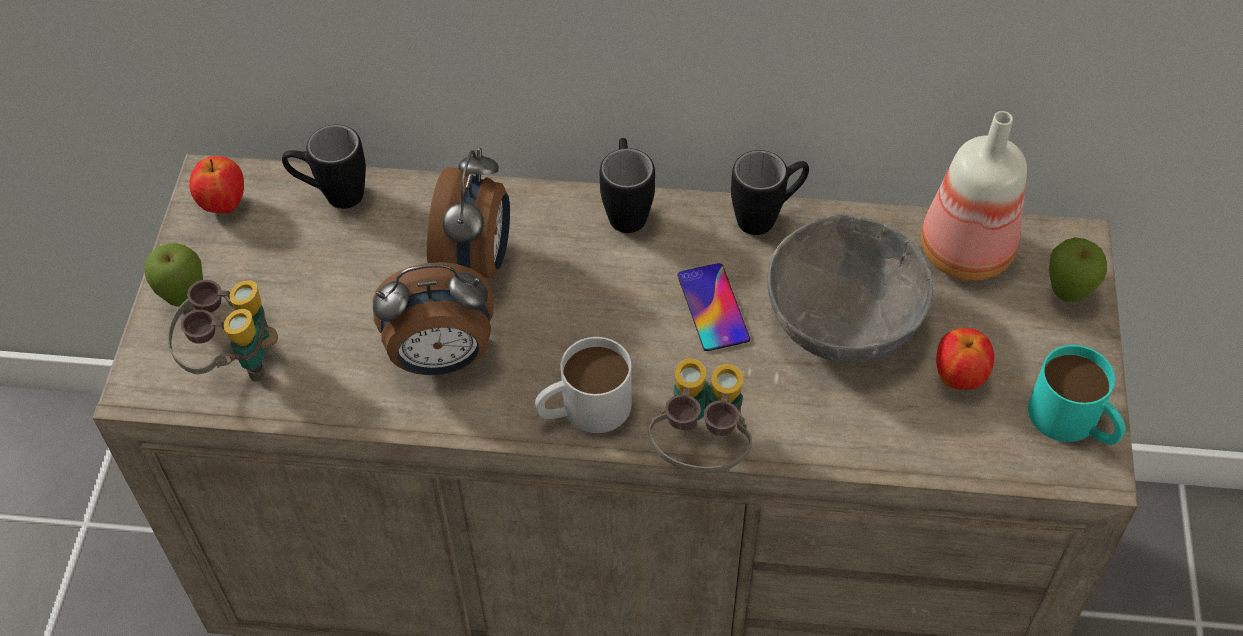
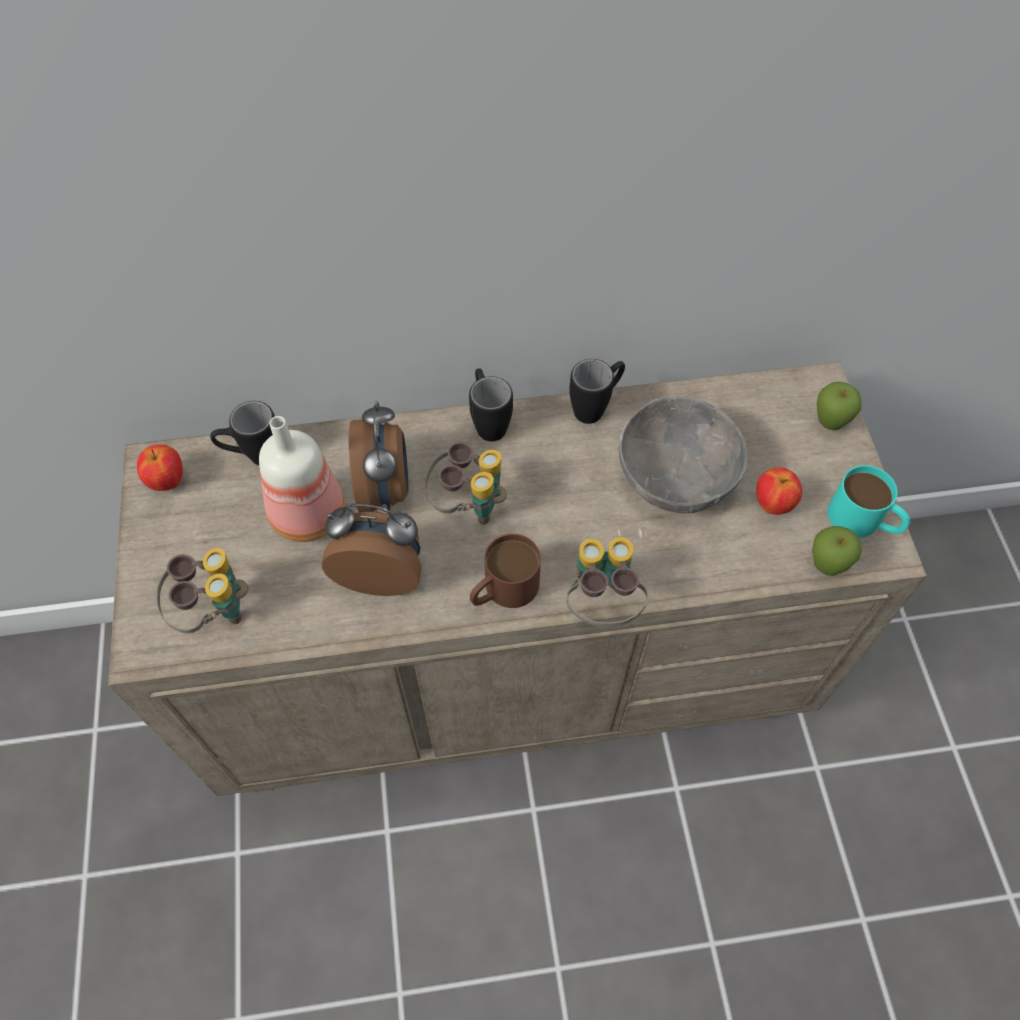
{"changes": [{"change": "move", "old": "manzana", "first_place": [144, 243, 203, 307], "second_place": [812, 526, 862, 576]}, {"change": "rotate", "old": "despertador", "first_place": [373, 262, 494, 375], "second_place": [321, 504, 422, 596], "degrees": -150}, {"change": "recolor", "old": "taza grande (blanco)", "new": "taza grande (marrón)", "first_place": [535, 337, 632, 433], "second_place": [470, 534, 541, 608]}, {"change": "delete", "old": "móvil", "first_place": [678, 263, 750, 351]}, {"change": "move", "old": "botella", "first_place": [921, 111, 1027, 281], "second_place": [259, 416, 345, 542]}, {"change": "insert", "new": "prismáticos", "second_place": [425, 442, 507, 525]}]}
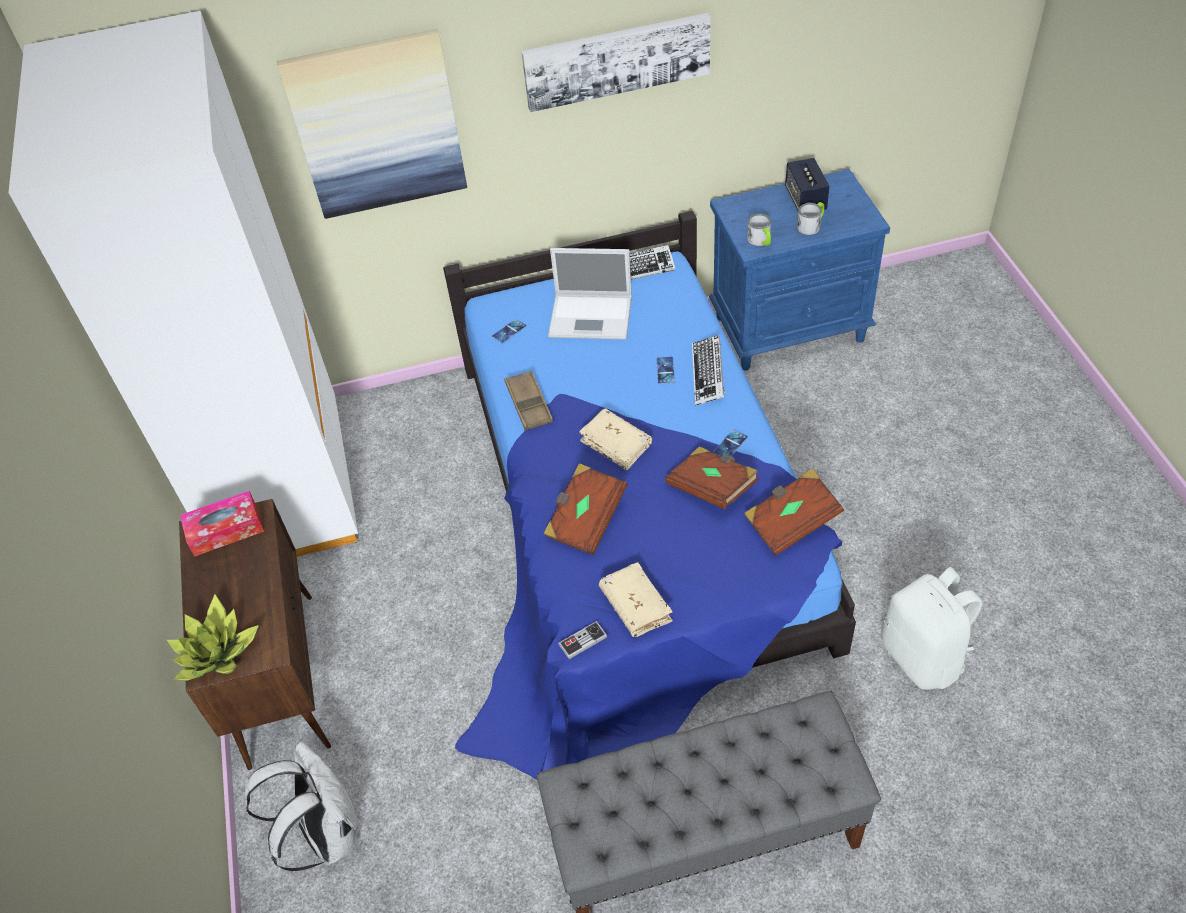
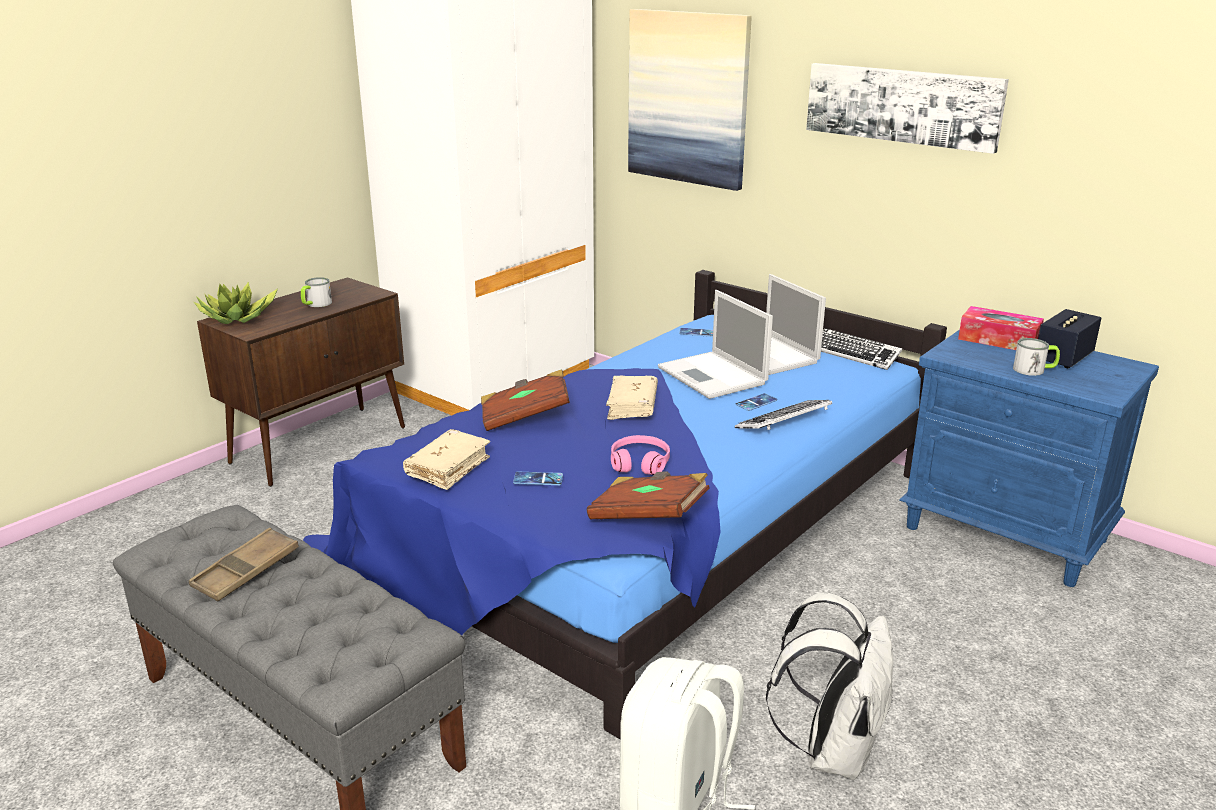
{"changes": [{"change": "move", "old": "caja de pañuelos", "first_place": [180, 491, 264, 556], "second_place": [958, 306, 1044, 350]}, {"change": "move", "old": "mochila (blanco)", "first_place": [245, 742, 358, 871], "second_place": [766, 592, 894, 780]}, {"change": "move", "old": "bandeja (marrón)", "first_place": [504, 370, 553, 431], "second_place": [189, 528, 299, 601]}, {"change": "delete", "old": "mando de consola", "first_place": [558, 621, 607, 659]}, {"change": "replace", "old": "libro (marrón)", "new": "auriculares (rosa)", "first_place": [665, 446, 759, 509], "second_place": [611, 435, 670, 475]}, {"change": "move", "old": "móvil", "first_place": [713, 429, 748, 456], "second_place": [513, 472, 563, 485]}, {"change": "move", "old": "taza grande", "first_place": [747, 214, 771, 246], "second_place": [301, 277, 332, 307]}, {"change": "insert", "new": "portátil", "second_place": [658, 290, 773, 399]}]}
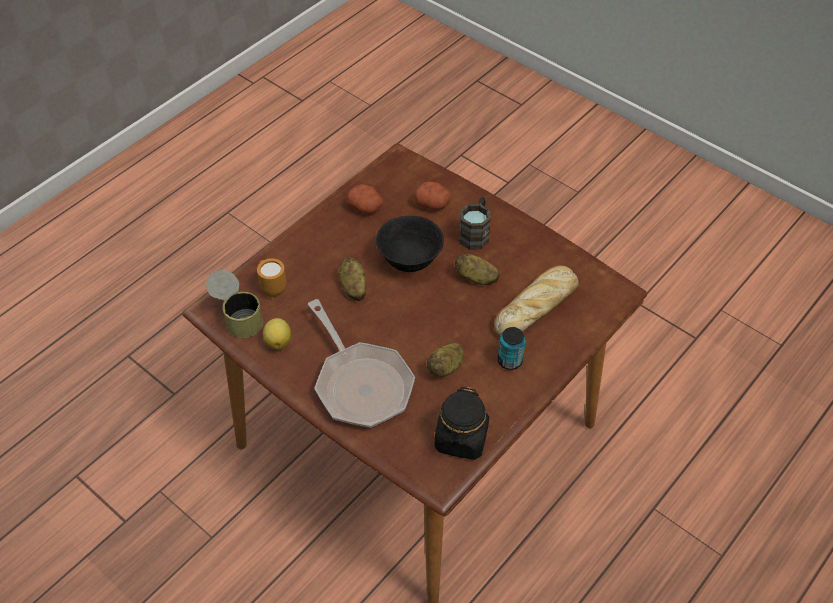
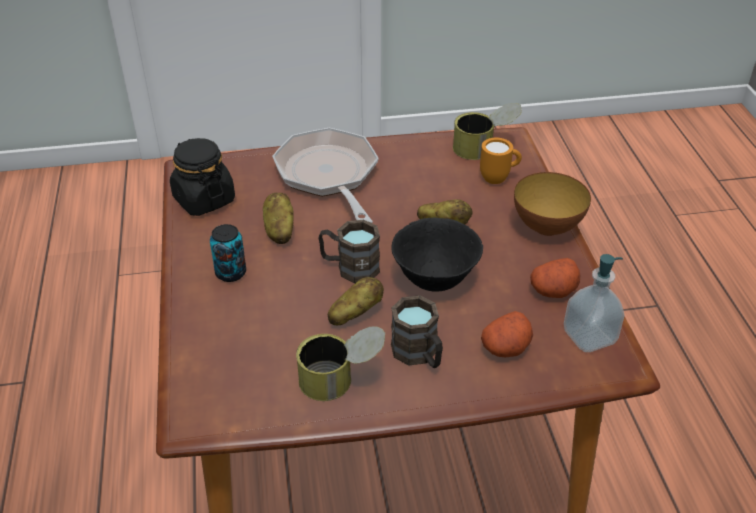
{"changes": [{"change": "delete", "old": "limón", "first_place": [263, 318, 291, 350]}, {"change": "rotate", "old": "sartén", "first_place": [308, 299, 415, 428], "second_place": [272, 128, 379, 223], "degrees": 60}, {"change": "delete", "old": "pan", "first_place": [494, 265, 579, 337]}, {"change": "insert", "new": "lata", "second_place": [296, 326, 385, 401]}, {"change": "insert", "new": "taza grande (marrón)", "second_place": [319, 220, 380, 283]}, {"change": "insert", "new": "cuenco", "second_place": [514, 172, 591, 236]}, {"change": "insert", "new": "dispensador de jabón", "second_place": [564, 254, 625, 352]}]}
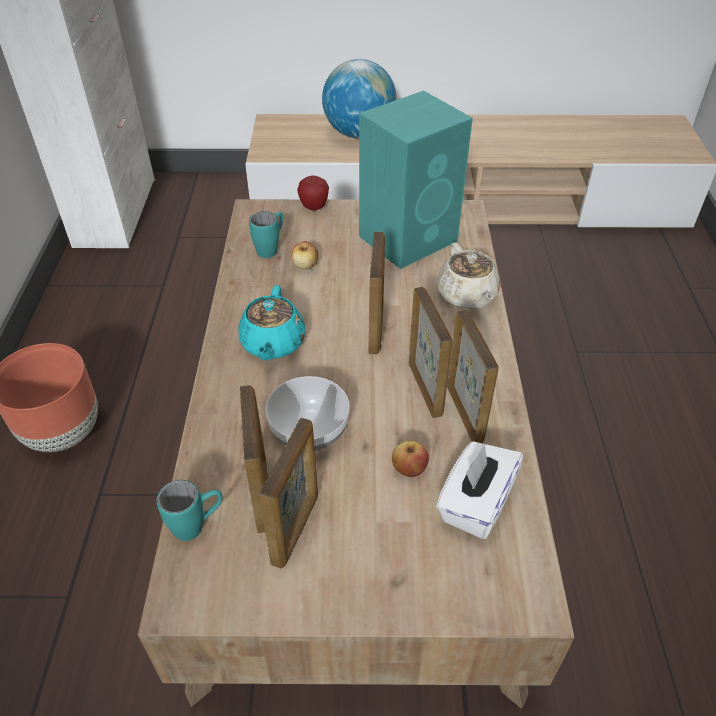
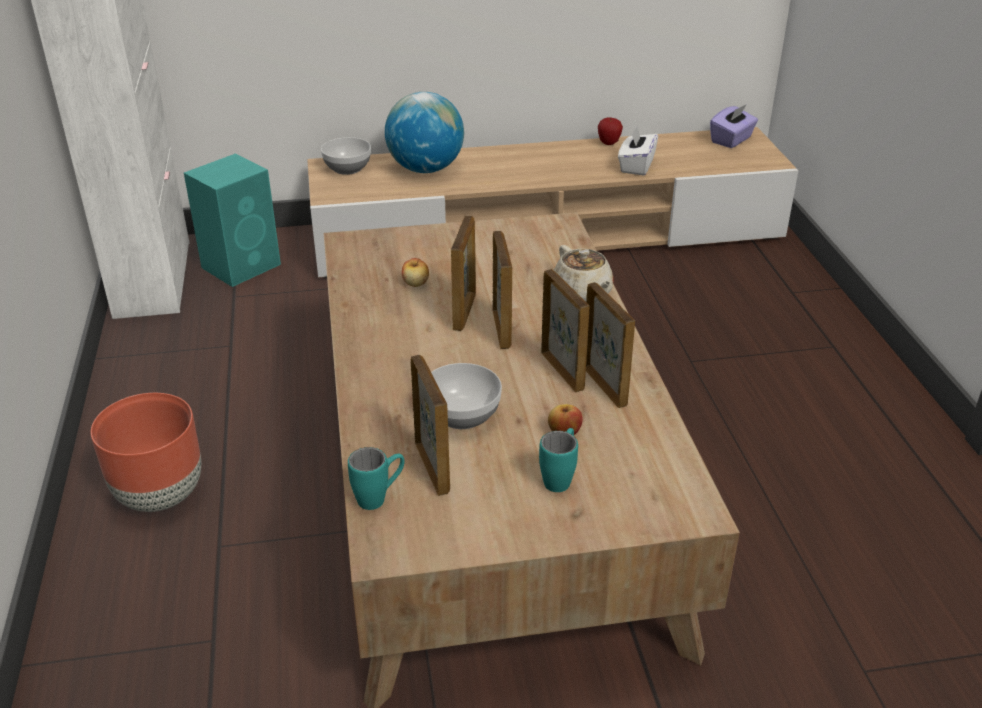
{"changes": [{"change": "delete", "old": "tetera (turquesa)", "first_place": [239, 285, 306, 360]}, {"change": "move", "old": "taza grande (turquesa)", "first_place": [249, 211, 283, 258], "second_place": [539, 428, 578, 492]}, {"change": "move", "old": "portarretratos", "first_place": [259, 418, 318, 568], "second_place": [451, 216, 476, 331]}, {"change": "move", "old": "manzana", "first_place": [297, 176, 329, 210], "second_place": [598, 117, 623, 145]}, {"change": "move", "old": "altavoz (turquesa)", "first_place": [359, 91, 473, 269], "second_place": [184, 154, 281, 287]}, {"change": "move", "old": "caja de pañuelos (blanco)", "first_place": [436, 441, 524, 539], "second_place": [618, 125, 658, 176]}, {"change": "insert", "new": "cuenco", "second_place": [321, 137, 371, 175]}, {"change": "insert", "new": "caja de pañuelos (morado)", "second_place": [710, 104, 758, 148]}]}
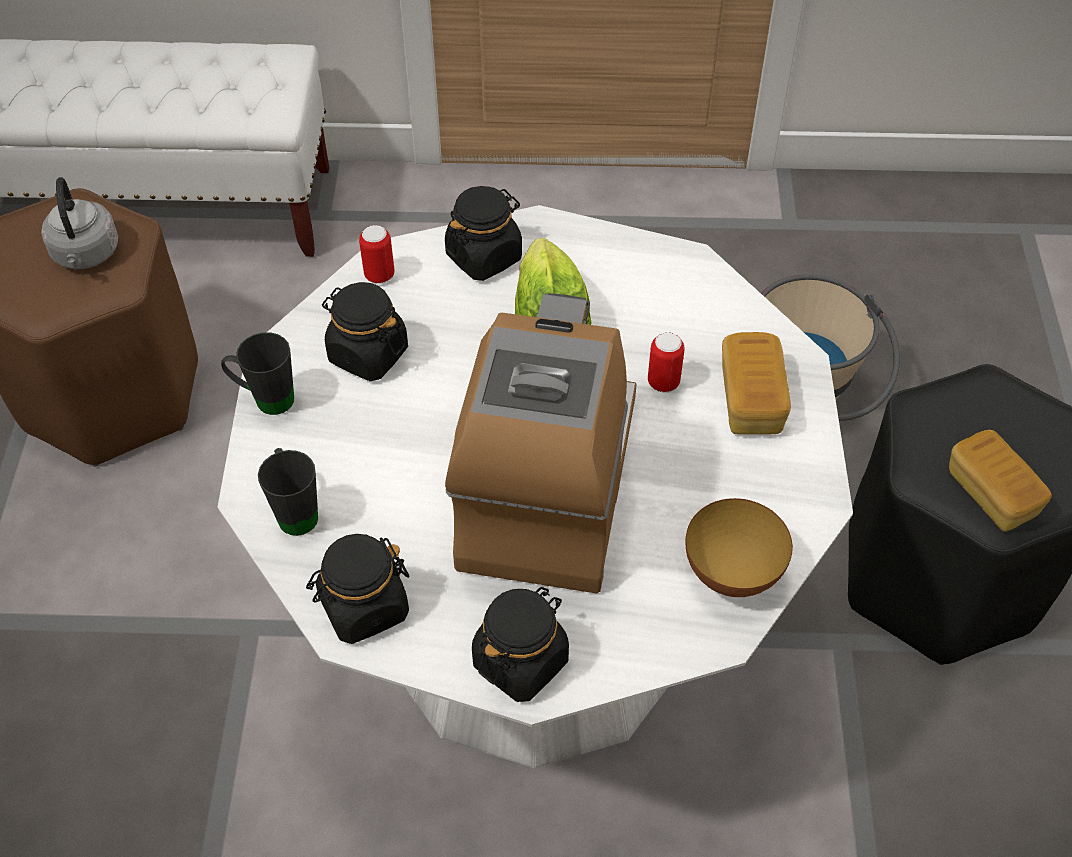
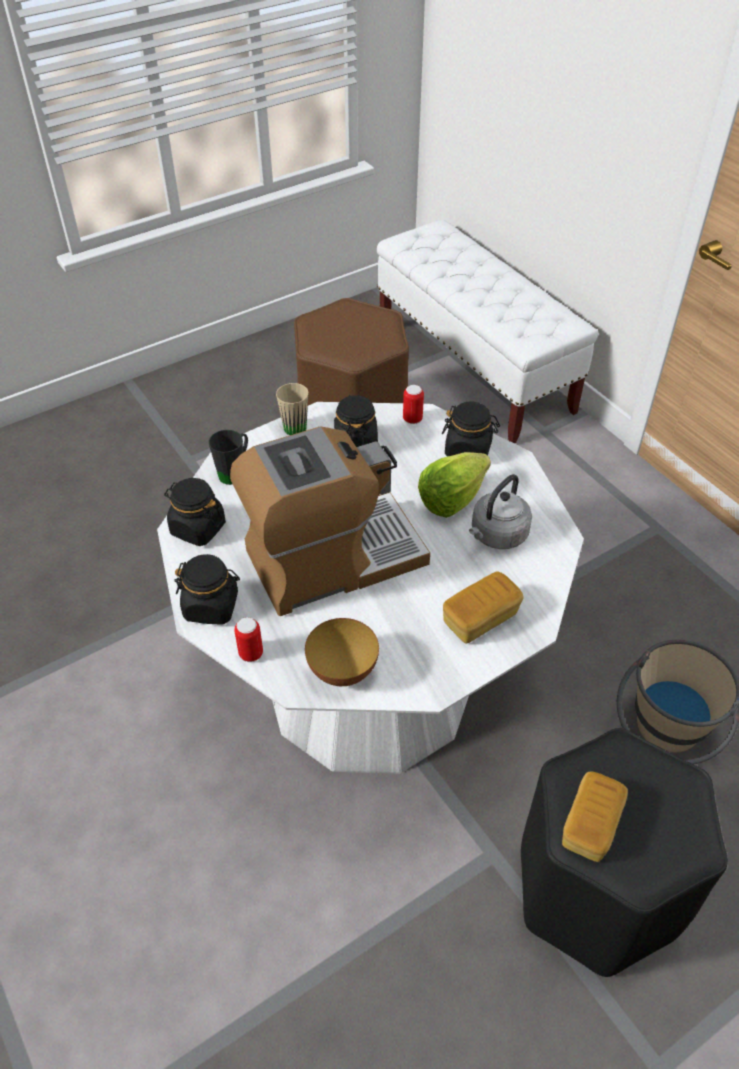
{"changes": [{"change": "move", "old": "hervidor (gris)", "first_place": [41, 177, 119, 269], "second_place": [469, 474, 532, 549]}, {"change": "recolor", "old": "taza grande (negro)", "new": "taza grande (beis)", "first_place": [221, 332, 294, 415], "second_place": [276, 383, 308, 435]}, {"change": "move", "old": "lata", "first_place": [648, 332, 685, 392], "second_place": [234, 617, 263, 662]}]}
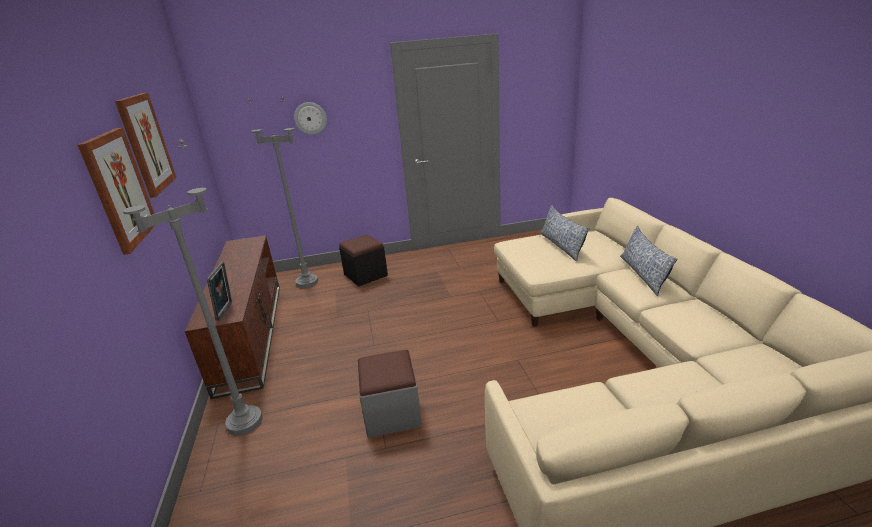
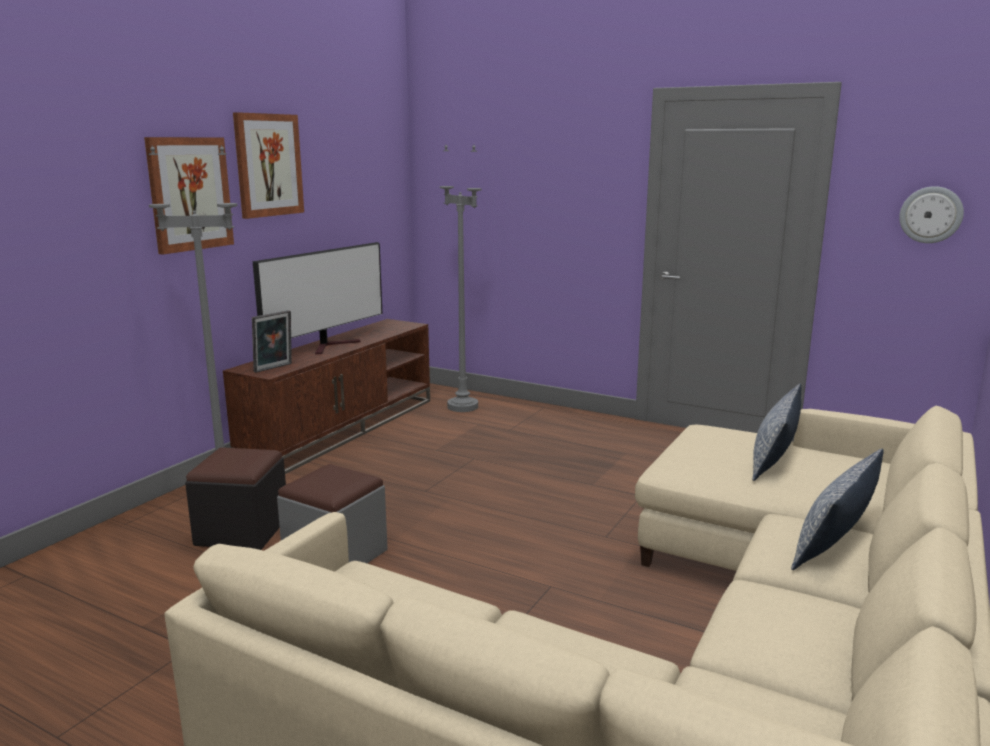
{"changes": [{"change": "move", "old": "reloj de pared", "first_place": [294, 102, 327, 135], "second_place": [899, 186, 964, 243]}, {"change": "move", "old": "puf (negro)", "first_place": [339, 234, 388, 286], "second_place": [185, 447, 286, 550]}, {"change": "insert", "new": "televisor", "second_place": [253, 242, 382, 354]}]}
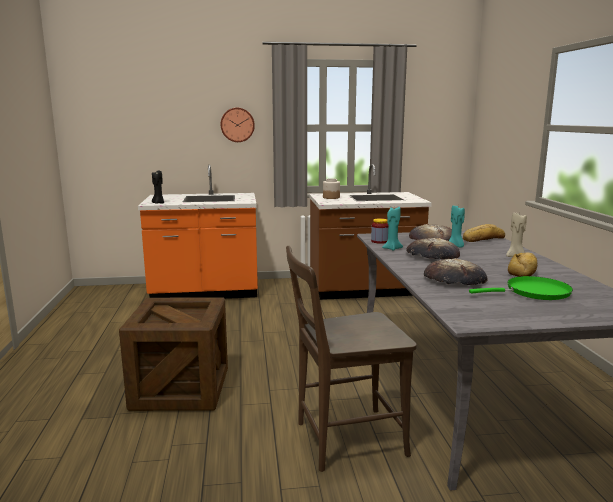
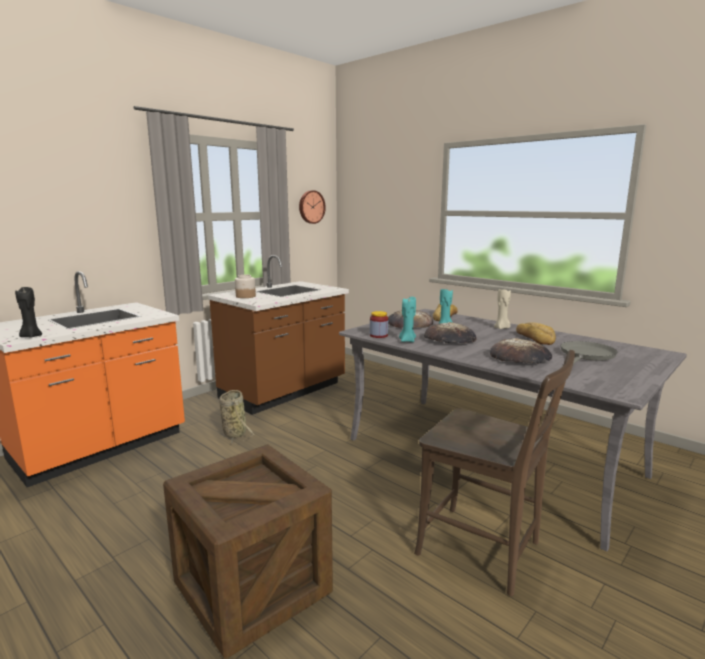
{"changes": [{"change": "move", "old": "reloj de pared", "first_place": [220, 108, 255, 142], "second_place": [299, 190, 326, 224]}, {"change": "rotate", "old": "silla (marrón)", "first_place": [286, 246, 417, 472], "second_place": [414, 350, 575, 596], "degrees": -90}, {"change": "recolor", "old": "sartén (verde)", "new": "sartén (gris)", "first_place": [469, 276, 573, 300], "second_place": [560, 341, 618, 365]}, {"change": "insert", "new": "cesta", "second_place": [219, 390, 254, 444]}]}
